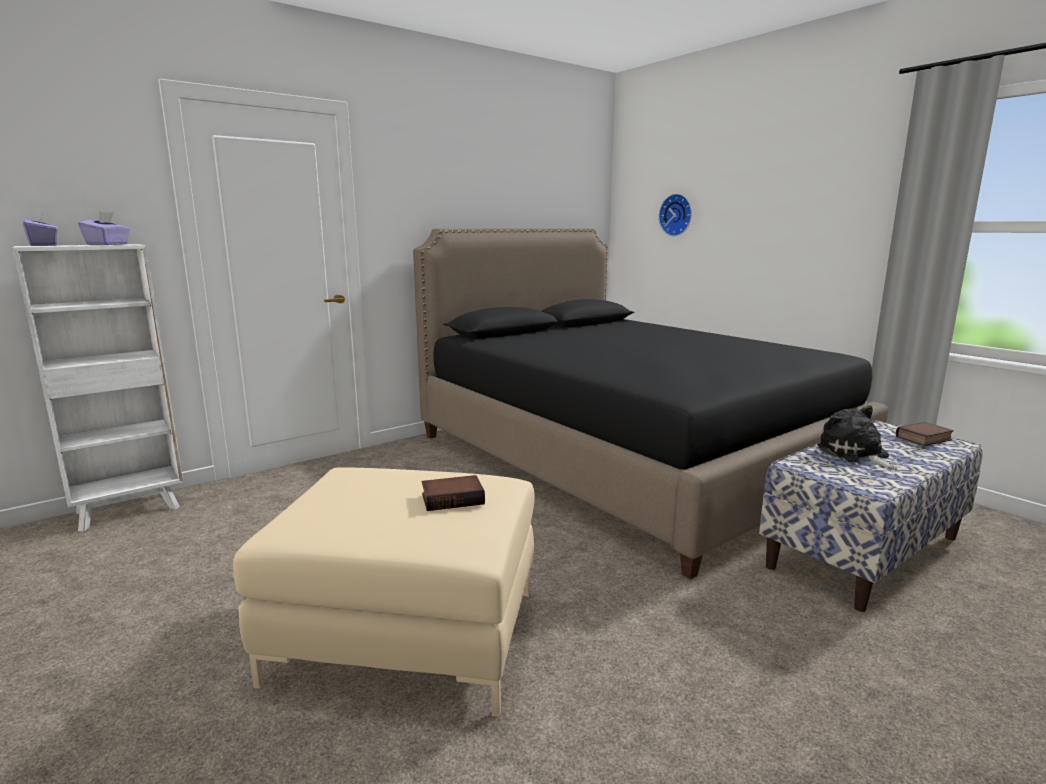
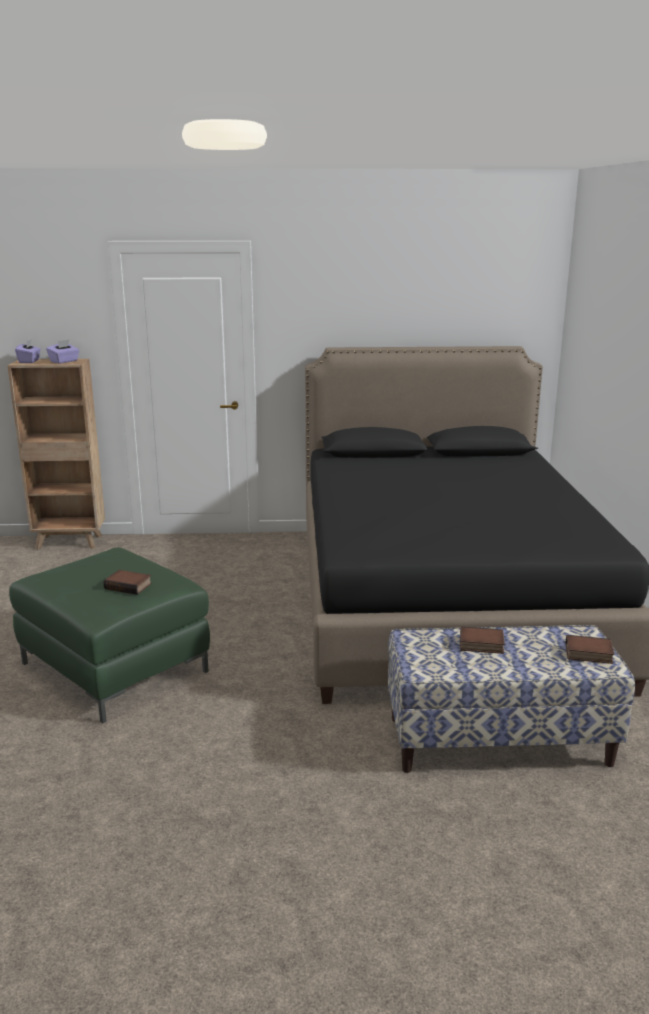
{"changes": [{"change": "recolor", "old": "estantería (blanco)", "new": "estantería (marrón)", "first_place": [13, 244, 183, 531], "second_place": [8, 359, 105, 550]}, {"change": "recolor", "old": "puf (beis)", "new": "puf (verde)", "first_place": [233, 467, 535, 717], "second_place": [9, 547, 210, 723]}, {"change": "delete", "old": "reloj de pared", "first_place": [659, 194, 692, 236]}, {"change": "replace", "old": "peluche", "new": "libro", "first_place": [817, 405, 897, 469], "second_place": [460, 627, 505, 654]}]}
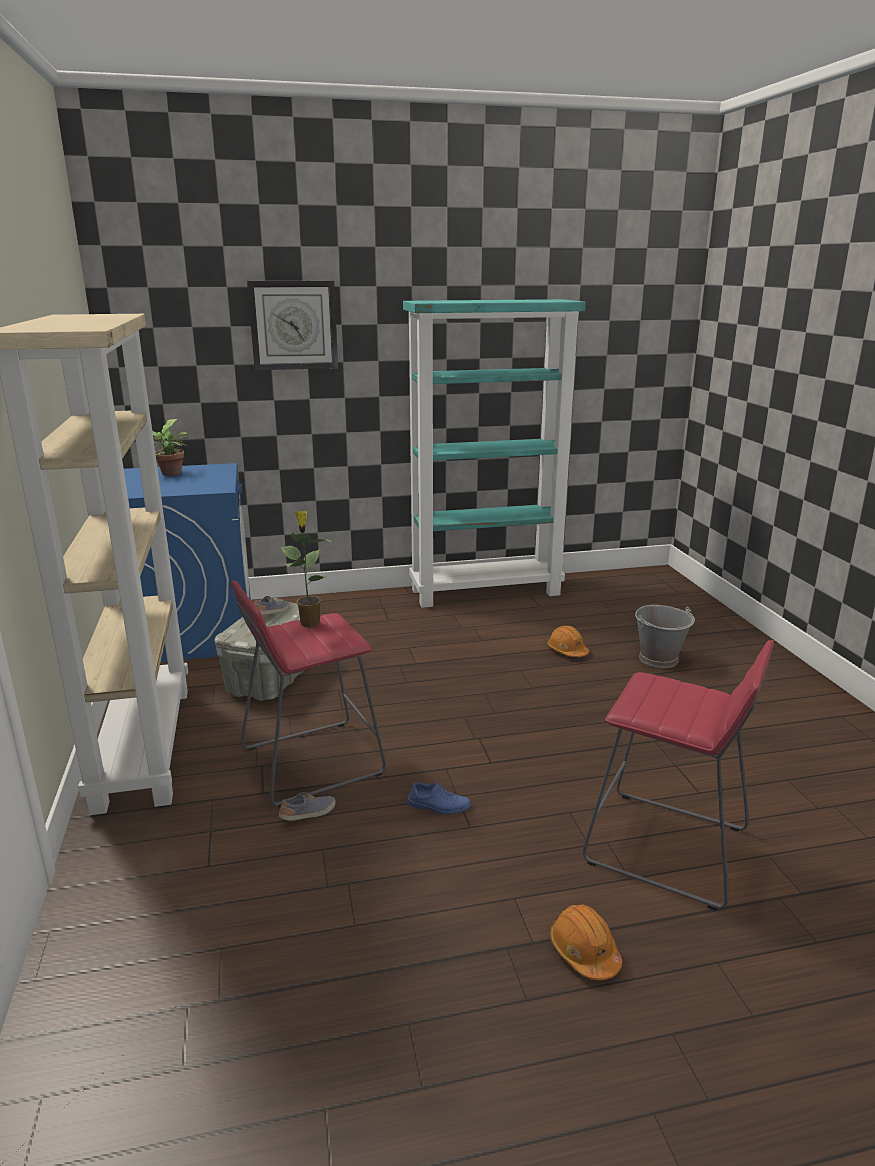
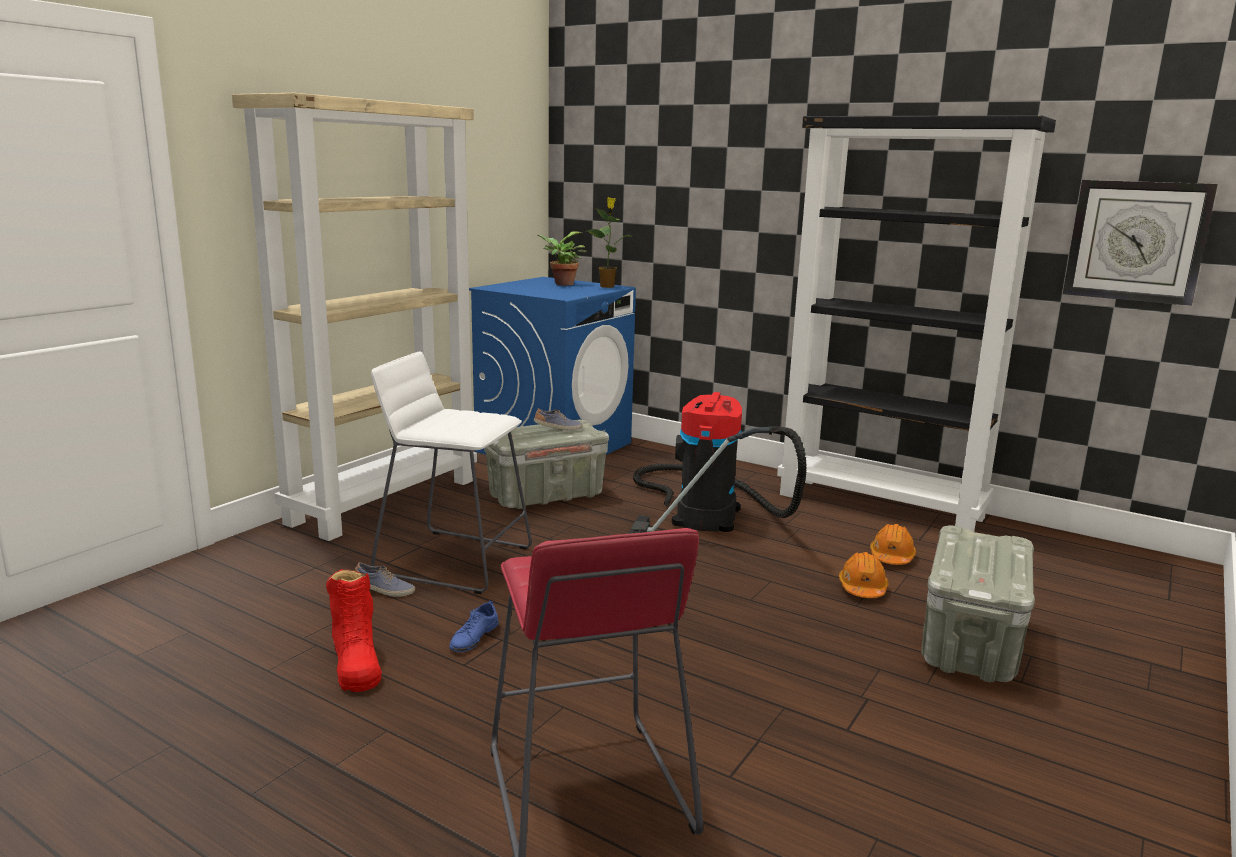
{"changes": [{"change": "recolor", "old": "taburete (rojo)", "new": "taburete (blanco)", "first_place": [231, 580, 386, 808], "second_place": [371, 352, 532, 594]}, {"change": "move", "old": "reloj de pared", "first_place": [247, 281, 338, 370], "second_place": [1063, 180, 1218, 306]}, {"change": "move", "old": "planta en maceta", "first_place": [280, 511, 332, 628], "second_place": [588, 197, 631, 288]}, {"change": "recolor", "old": "estantería (turquesa)", "new": "estantería (negro)", "first_place": [403, 299, 586, 608], "second_place": [777, 115, 1056, 532]}, {"change": "rotate", "old": "zapato (azul)", "first_place": [407, 782, 471, 815], "second_place": [449, 601, 499, 652], "degrees": 60}, {"change": "move", "old": "casco (naranja)", "first_place": [550, 904, 622, 980], "second_place": [870, 524, 916, 565]}, {"change": "replace", "old": "cubo (gris)", "new": "caja de almacenaje (gris)", "first_place": [635, 605, 695, 668], "second_place": [921, 526, 1035, 683]}, {"change": "insert", "new": "bota (rojo)", "second_place": [326, 569, 382, 692]}, {"change": "insert", "new": "aspiradora", "second_place": [628, 392, 807, 534]}]}
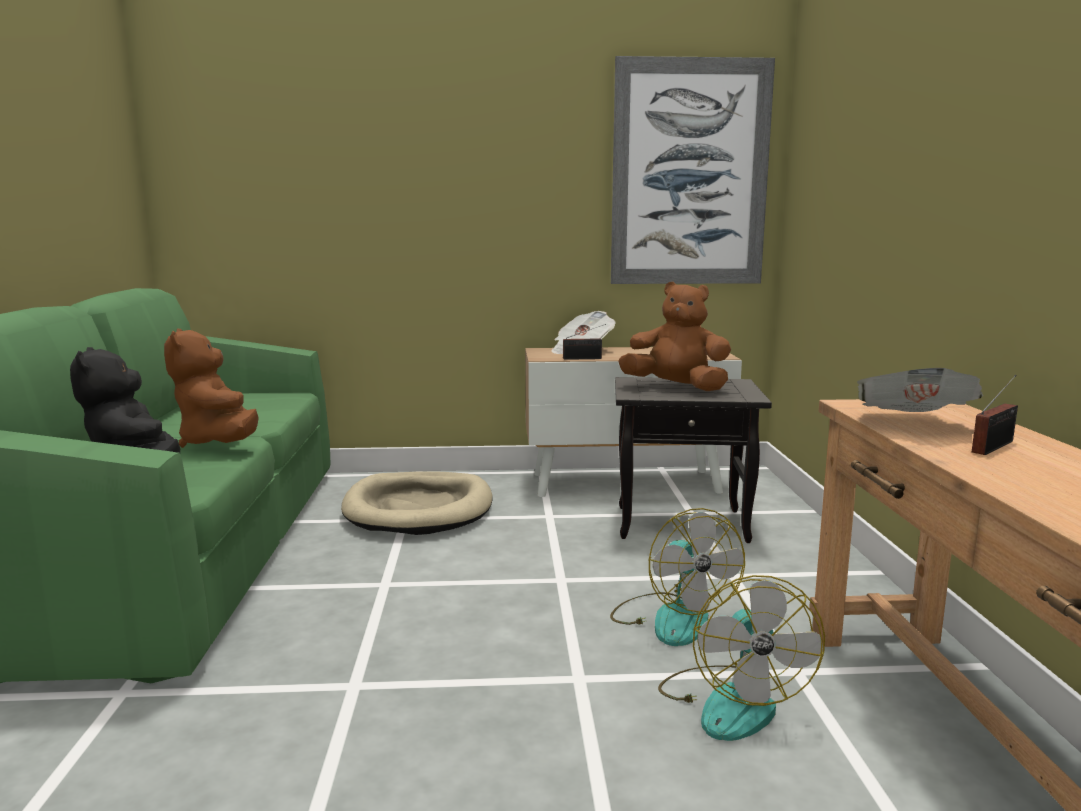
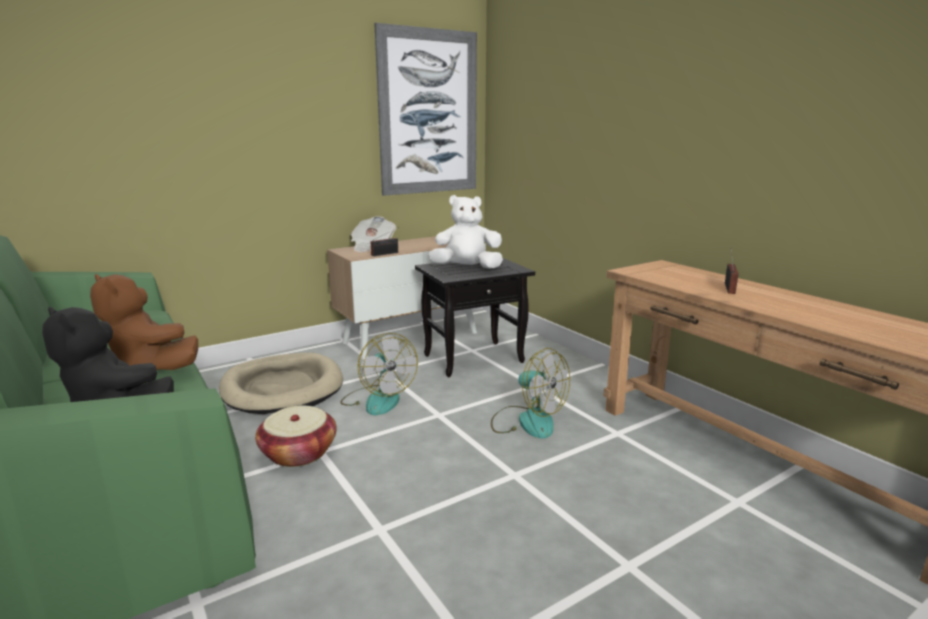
{"changes": [{"change": "recolor", "old": "peluche (marrón)", "new": "peluche (blanco)", "first_place": [618, 282, 731, 391], "second_place": [429, 195, 503, 269]}, {"change": "move", "old": "ventilador", "first_place": [658, 575, 825, 741], "second_place": [340, 333, 418, 415]}, {"change": "delete", "old": "periódico", "first_place": [857, 368, 984, 412]}, {"change": "insert", "new": "cesta", "second_place": [255, 405, 337, 467]}]}
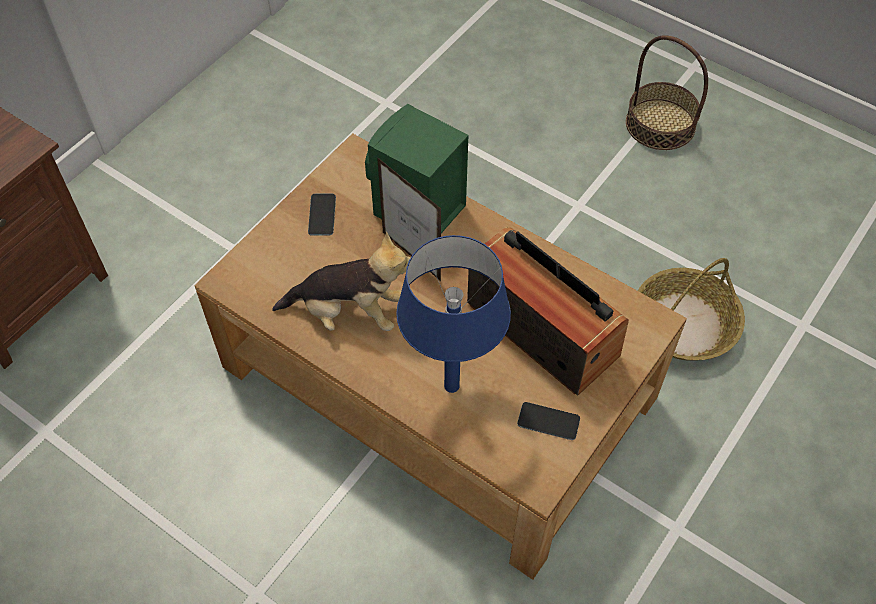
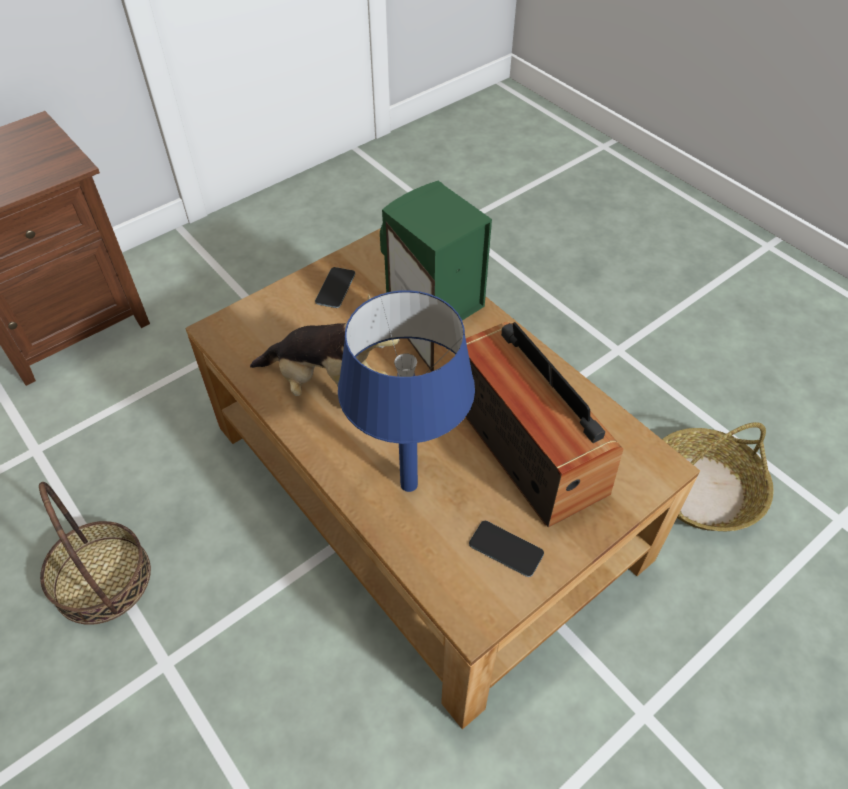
{"changes": [{"change": "move", "old": "cesta", "first_place": [626, 35, 708, 150], "second_place": [39, 482, 151, 625]}]}
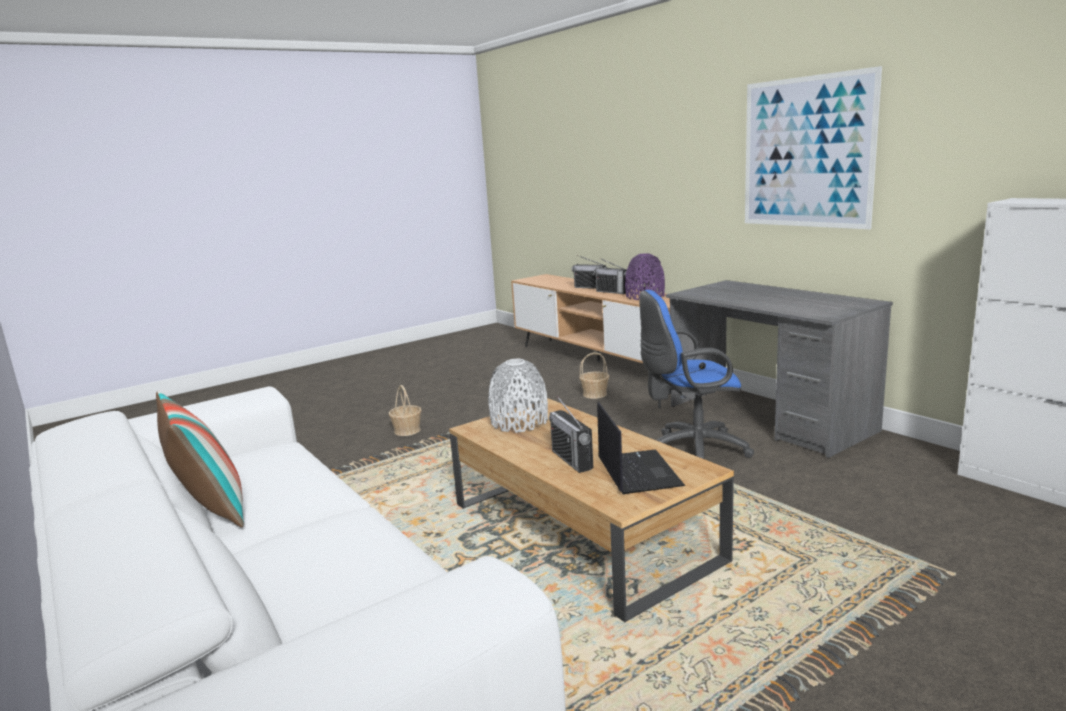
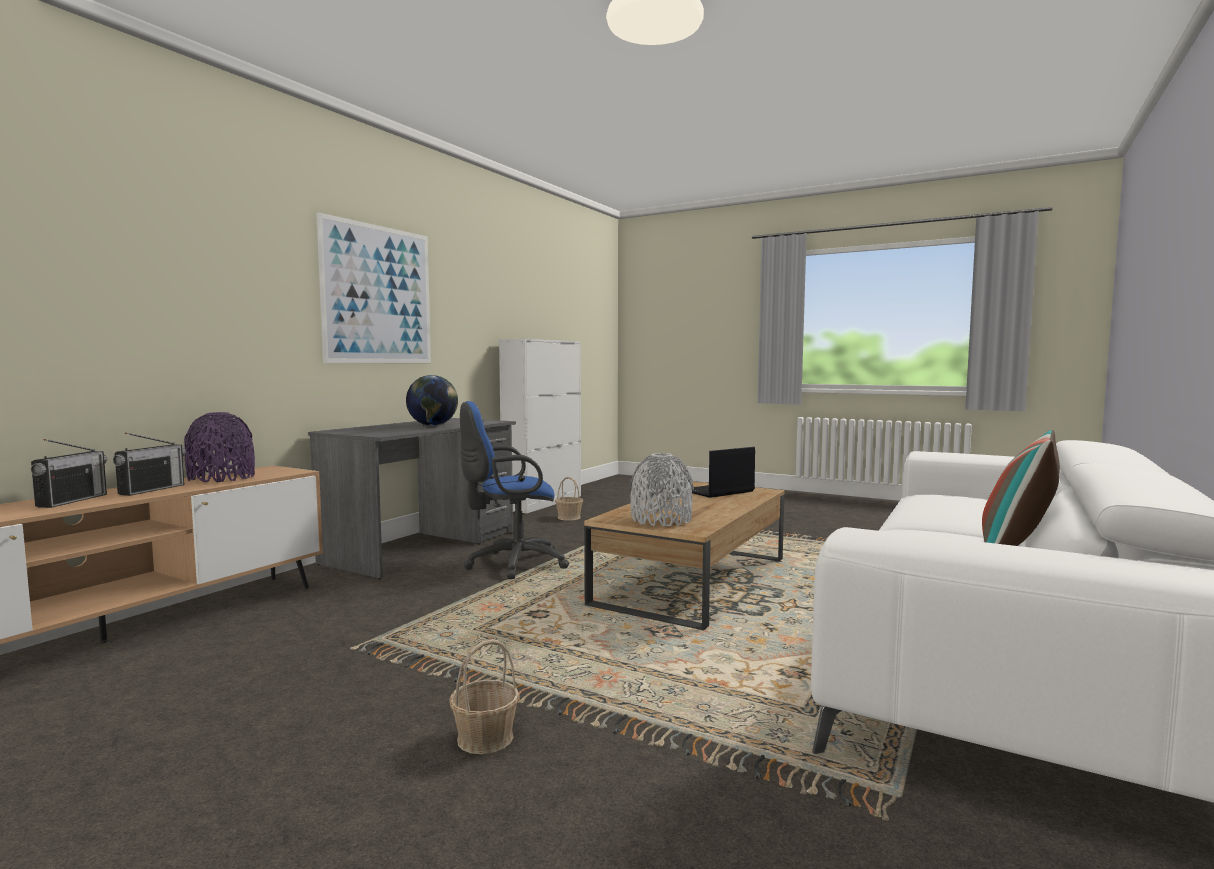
{"changes": [{"change": "delete", "old": "radio", "first_place": [549, 396, 593, 473]}, {"change": "move", "old": "cesta", "first_place": [579, 352, 609, 399], "second_place": [555, 477, 583, 521]}, {"change": "rotate", "old": "silla de oficina (azul)", "first_place": [639, 290, 754, 459], "second_place": [460, 401, 569, 579], "degrees": 105}, {"change": "insert", "new": "globo terráqueo", "second_place": [406, 375, 458, 426]}]}
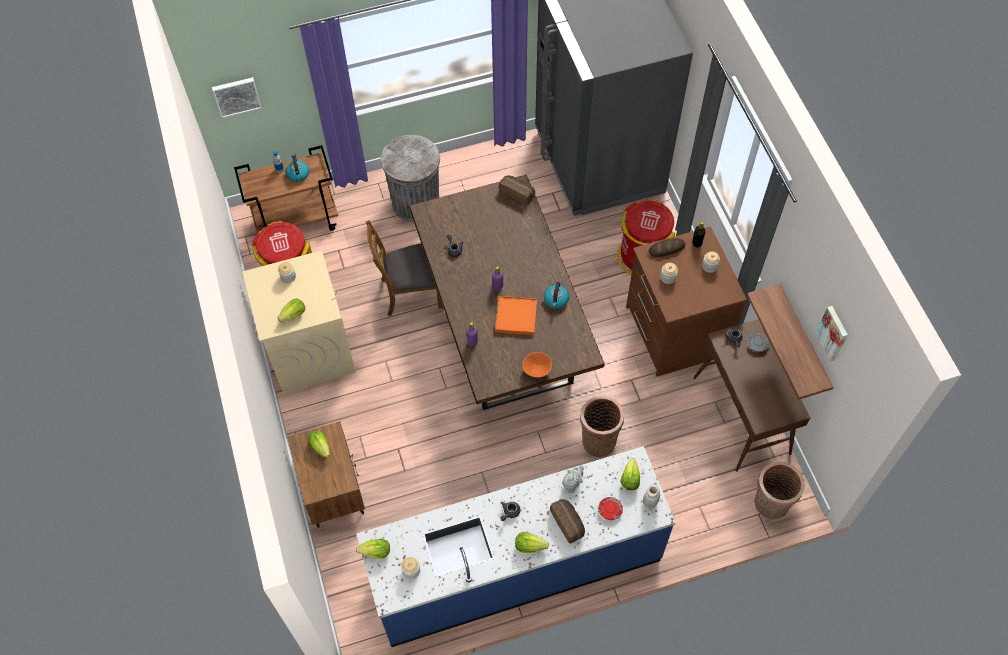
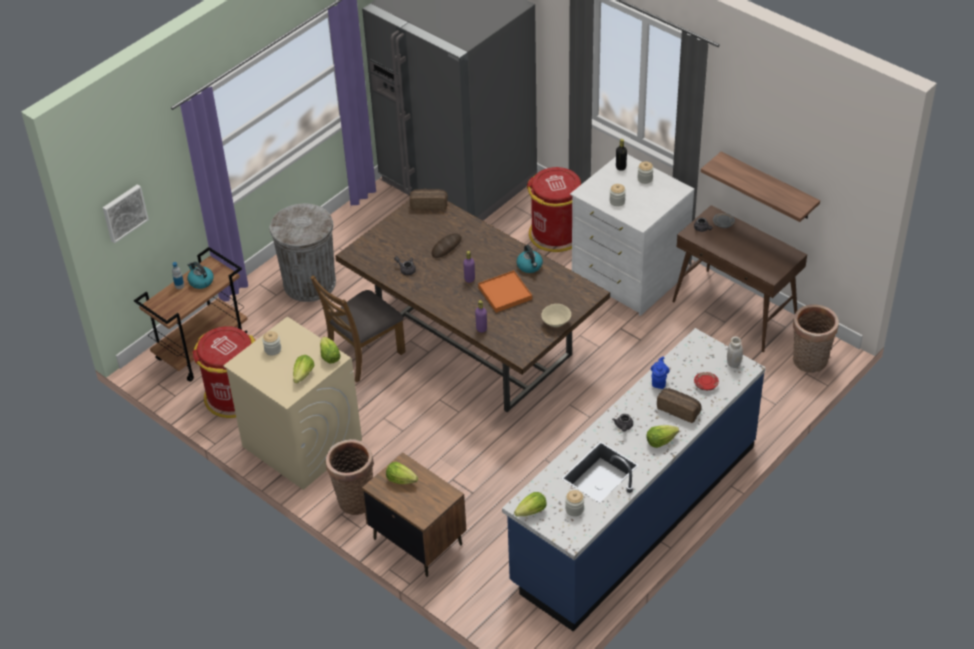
{"changes": [{"change": "recolor", "old": "cuenco (naranja)", "new": "cuenco (beis)", "first_place": [522, 352, 552, 377], "second_place": [541, 304, 571, 327]}, {"change": "recolor", "old": "tetera (gris)", "new": "tetera (azul)", "first_place": [562, 466, 584, 493], "second_place": [651, 357, 670, 389]}, {"change": "move", "old": "cesta", "first_place": [580, 396, 624, 457], "second_place": [325, 439, 374, 515]}, {"change": "move", "old": "lechuga", "first_place": [621, 458, 640, 490], "second_place": [320, 337, 341, 364]}, {"change": "recolor", "old": "cómoda (marrón)", "new": "cómoda (blanco)", "first_place": [626, 226, 747, 377], "second_place": [570, 154, 695, 316]}, {"change": "move", "old": "pan", "first_place": [649, 238, 685, 257], "second_place": [431, 233, 462, 258]}, {"change": "delete", "old": "cuadro", "first_place": [815, 306, 848, 362]}]}
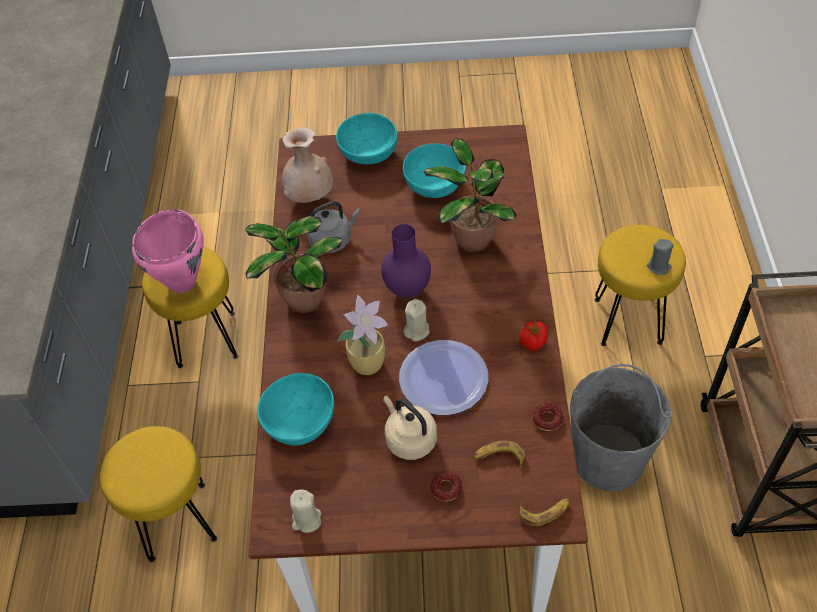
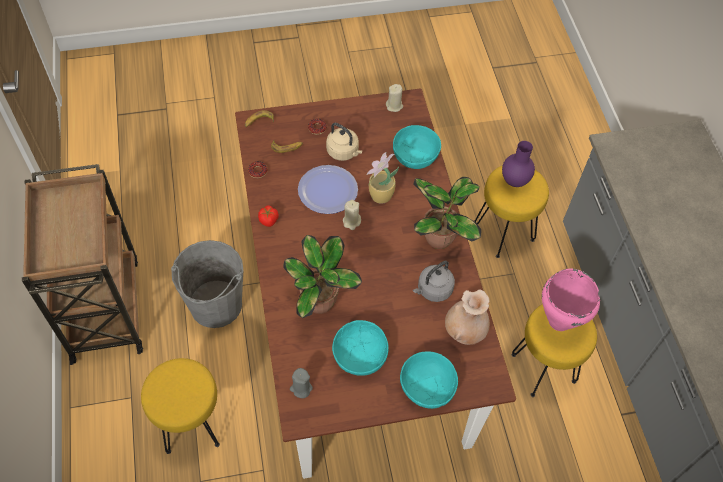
{"changes": [{"change": "move", "old": "florero (morado)", "first_place": [381, 224, 431, 298], "second_place": [502, 141, 535, 187]}, {"change": "move", "old": "vela (gris)", "first_place": [647, 239, 673, 275], "second_place": [290, 368, 313, 398]}]}
